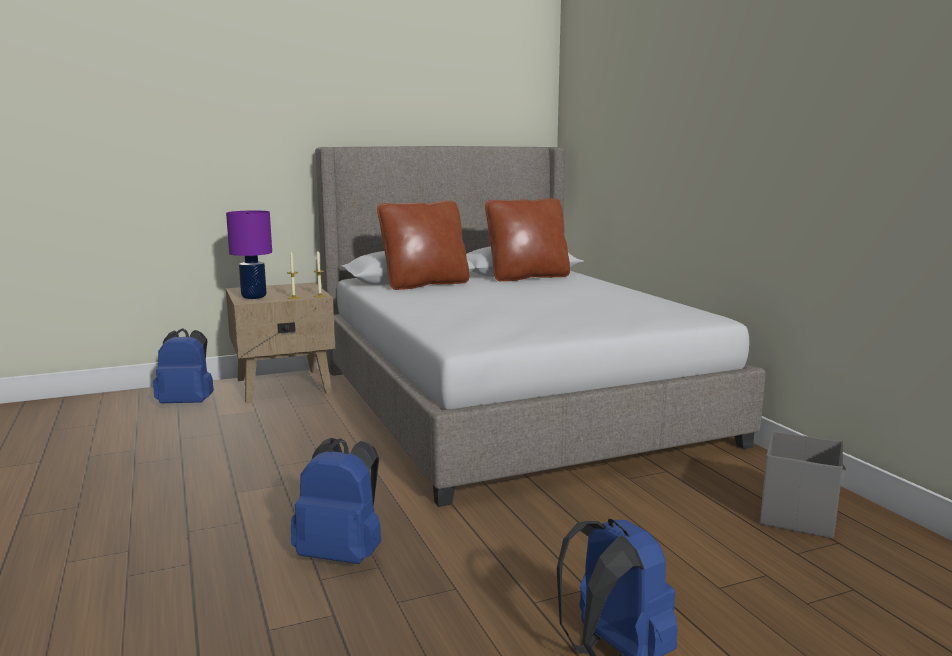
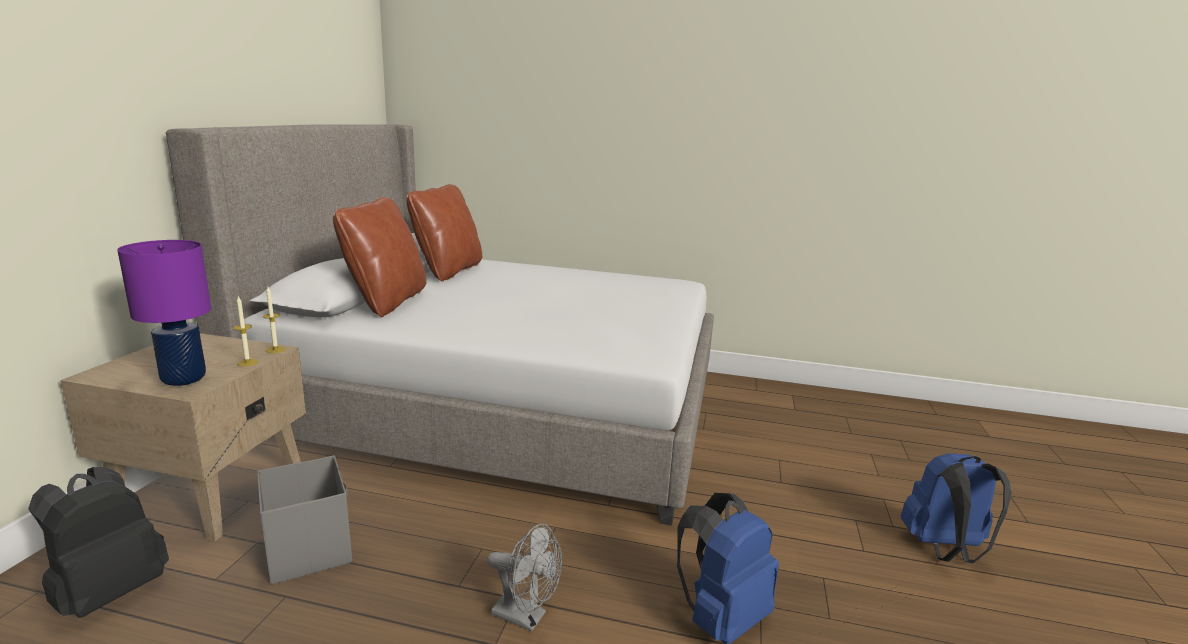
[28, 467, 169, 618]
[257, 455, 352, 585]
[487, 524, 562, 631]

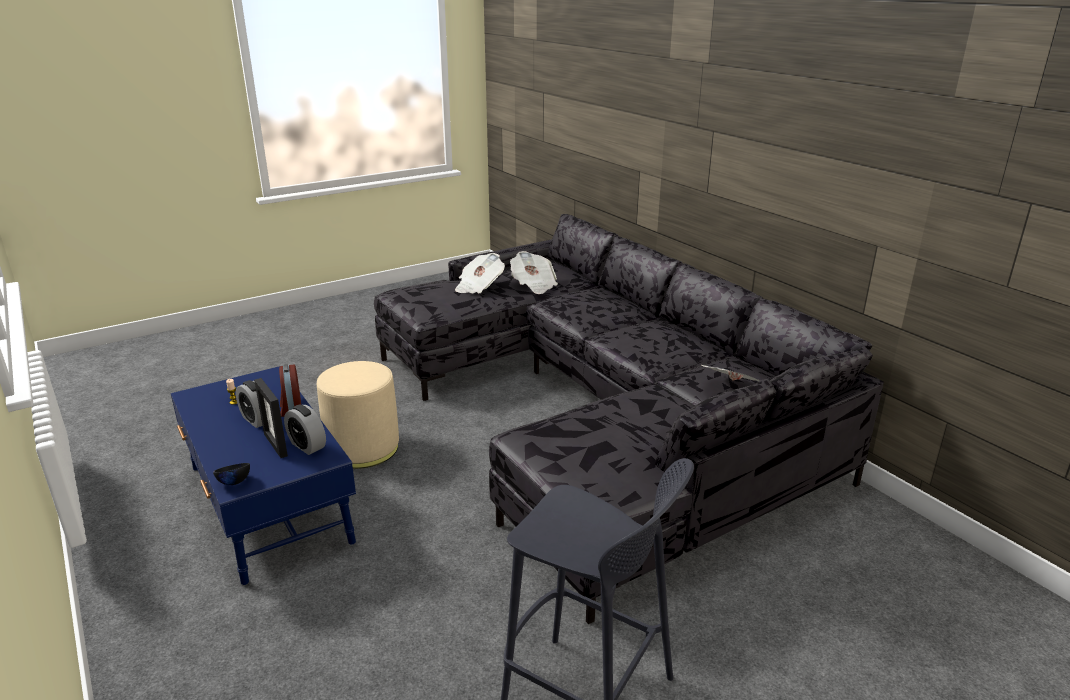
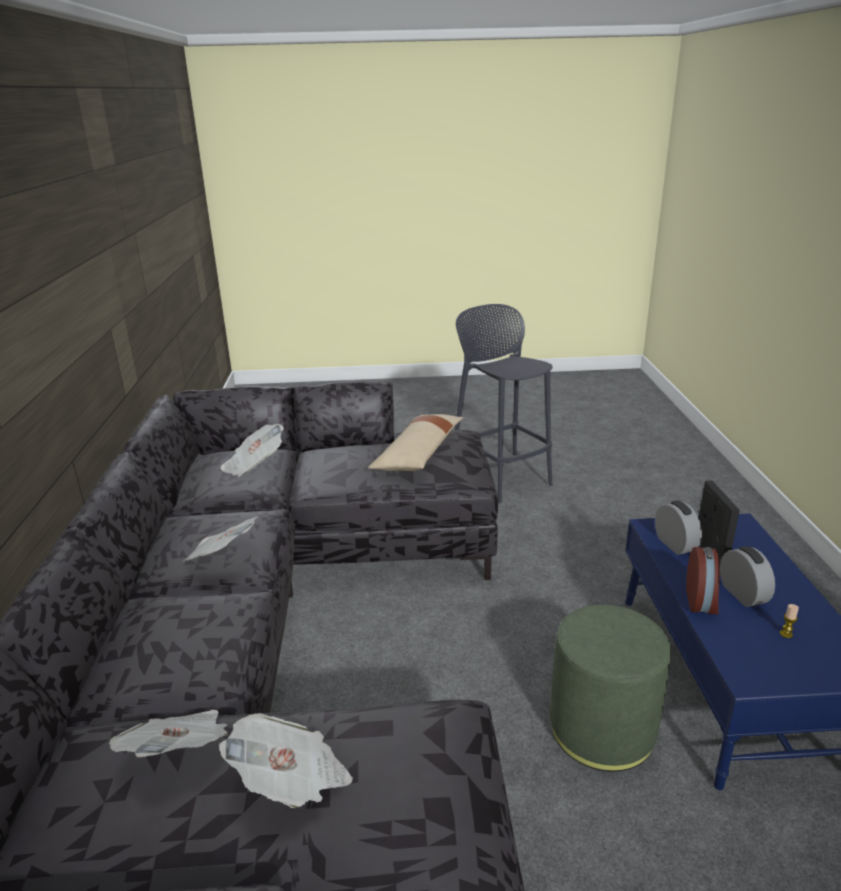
[182, 516, 259, 562]
[368, 414, 463, 471]
[550, 605, 671, 772]
[213, 463, 250, 485] (first image)

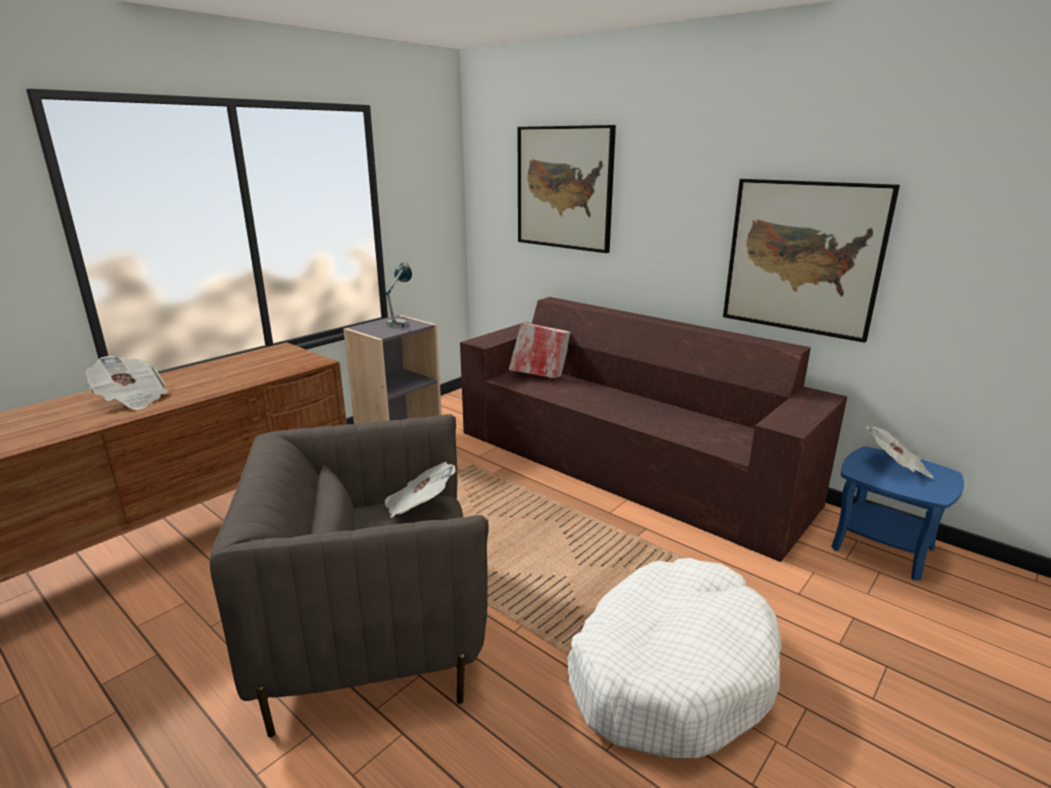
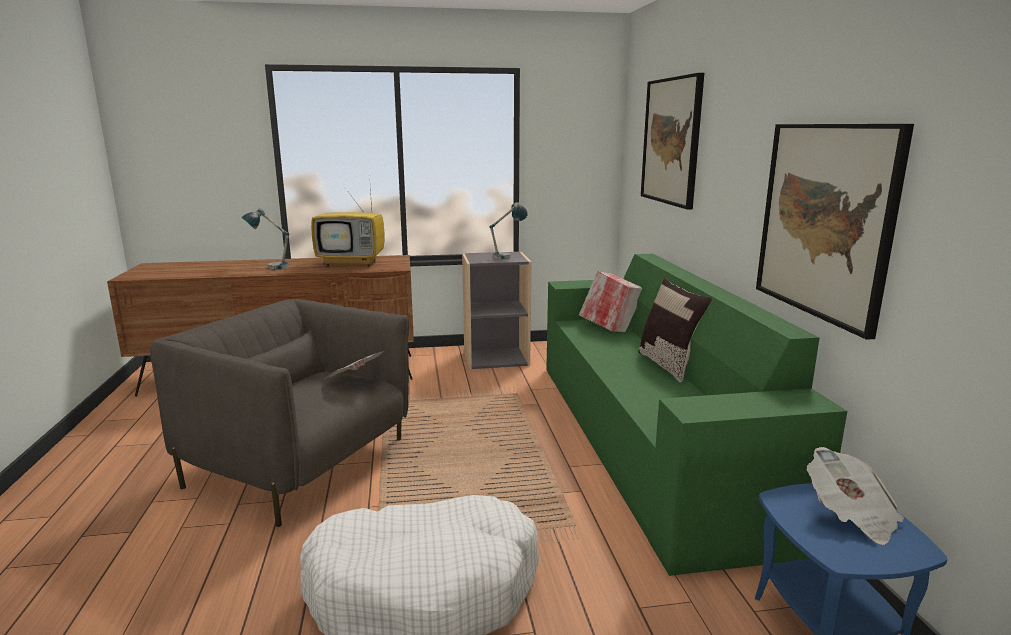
[242, 208, 289, 269]
[311, 188, 384, 266]
[546, 254, 847, 576]
[638, 278, 712, 382]

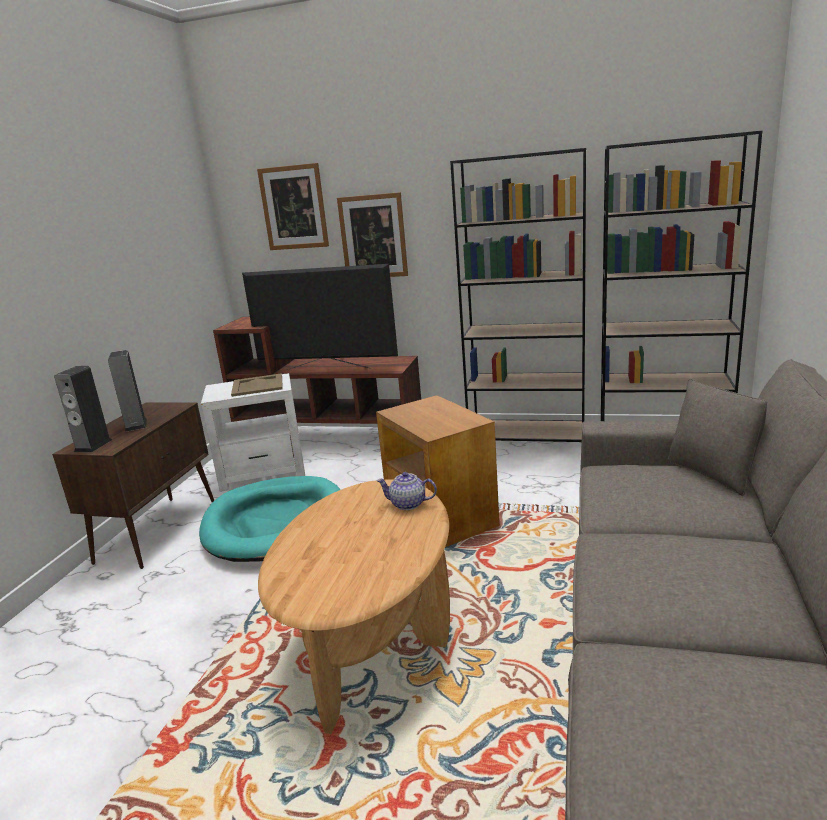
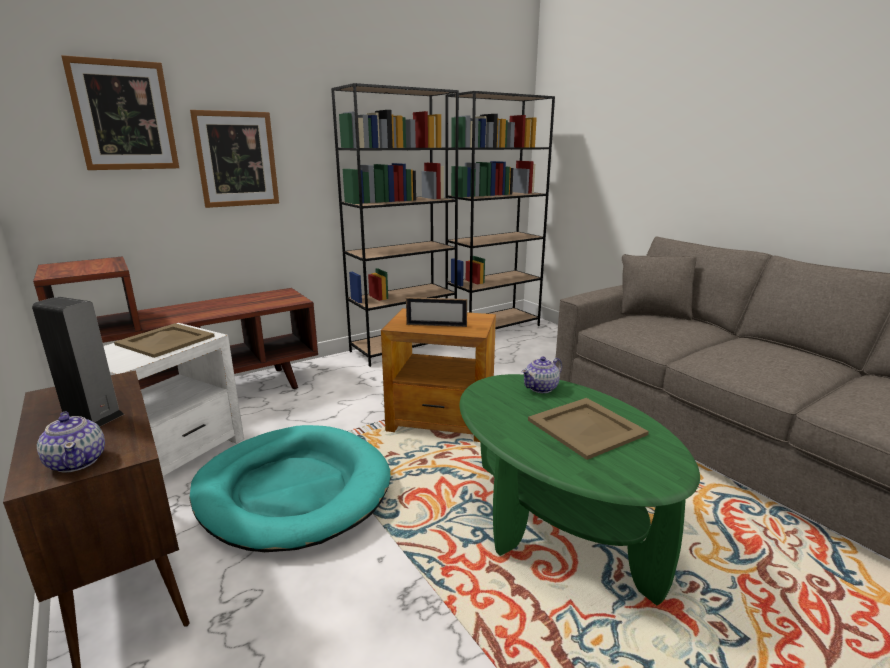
[37, 412, 105, 473]
[406, 297, 467, 327]
[460, 374, 700, 605]
[528, 398, 649, 460]
[242, 264, 398, 370] (first image)

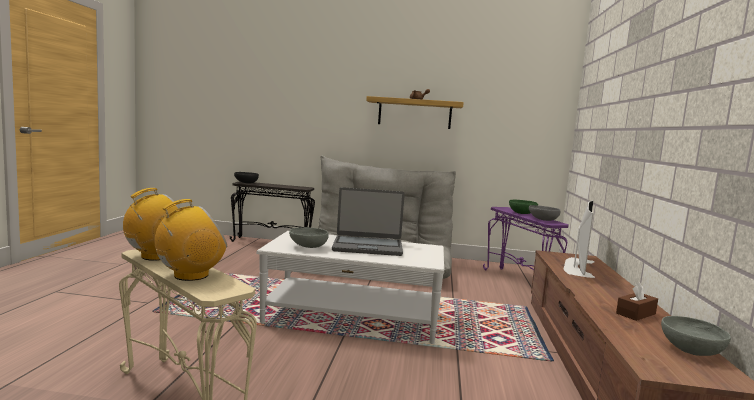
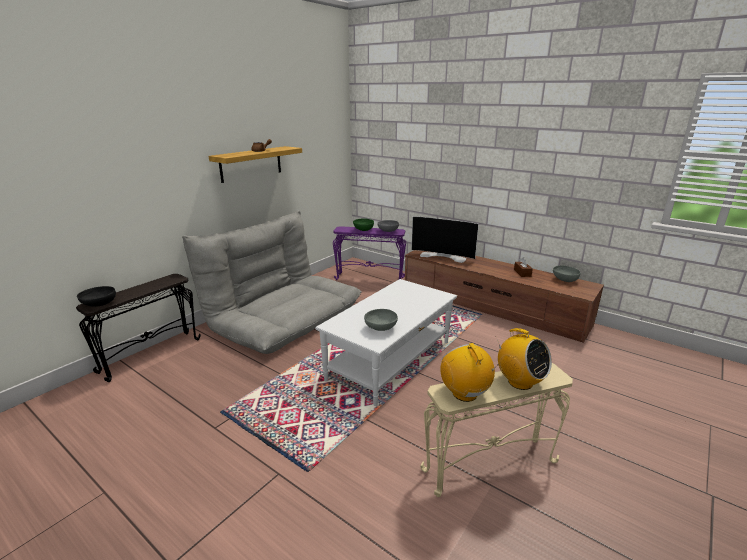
[411, 216, 479, 263]
[496, 328, 552, 390]
[332, 187, 405, 256] (first image)

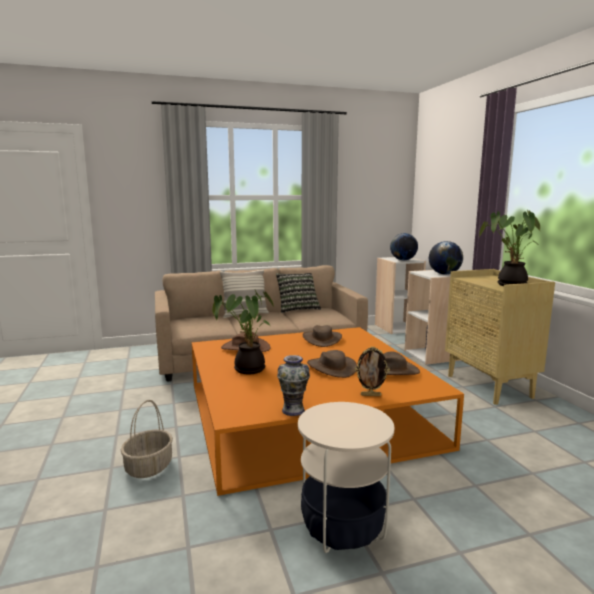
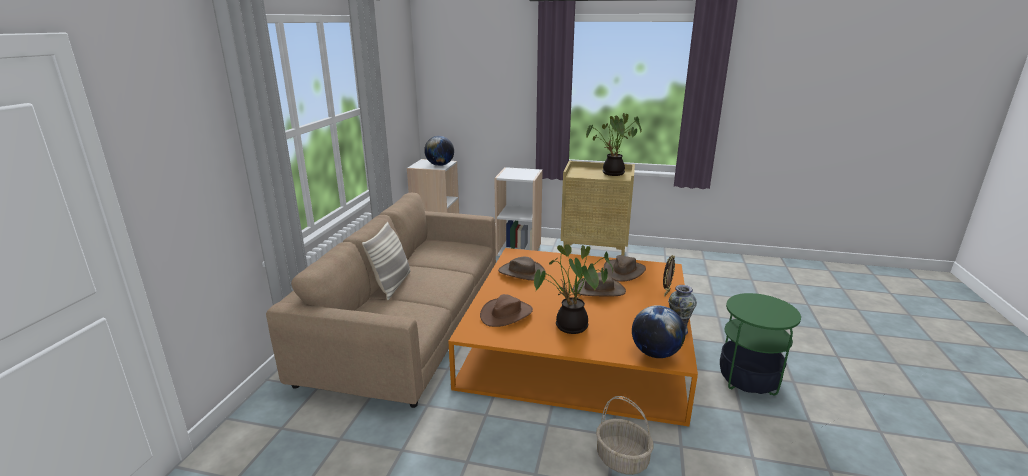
[632, 305, 686, 358]
[720, 293, 801, 395]
[276, 273, 321, 313] (first image)

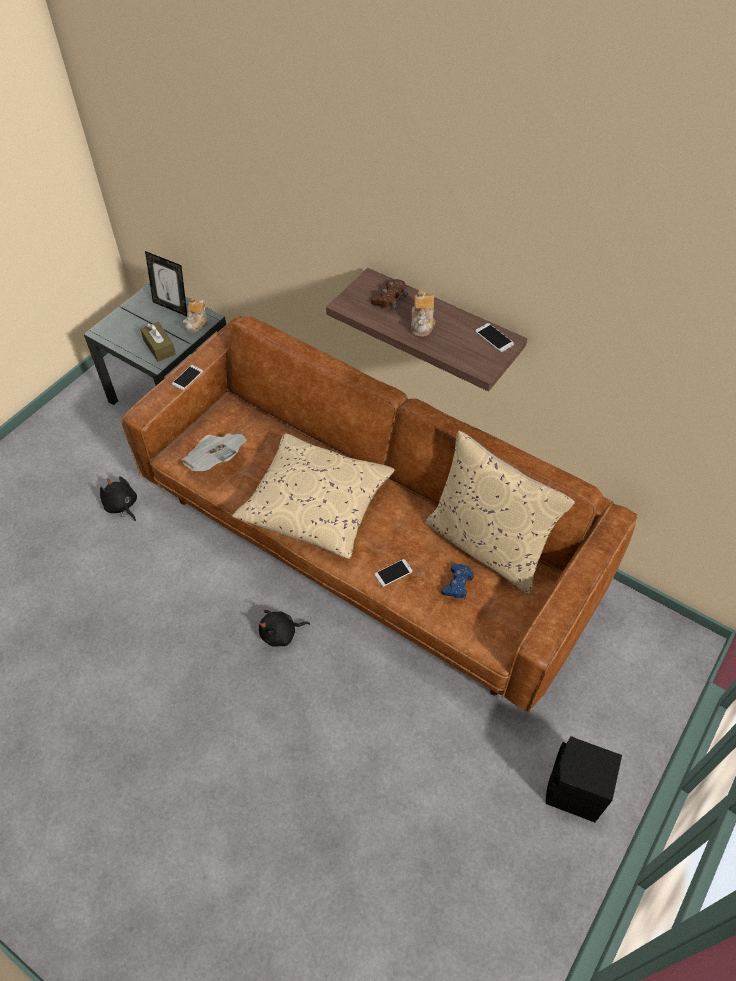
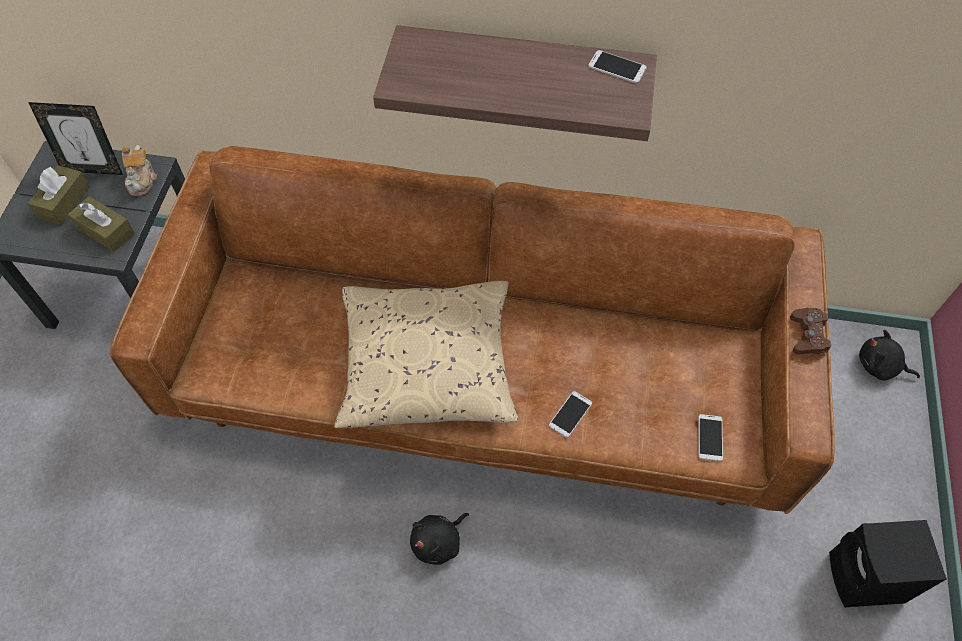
[28, 165, 90, 225]
[698, 414, 723, 462]
[790, 308, 831, 354]
[859, 330, 920, 381]
[181, 433, 247, 471] (first image)
[411, 290, 435, 337] (first image)
[425, 431, 575, 594] (first image)
[441, 564, 474, 599] (first image)

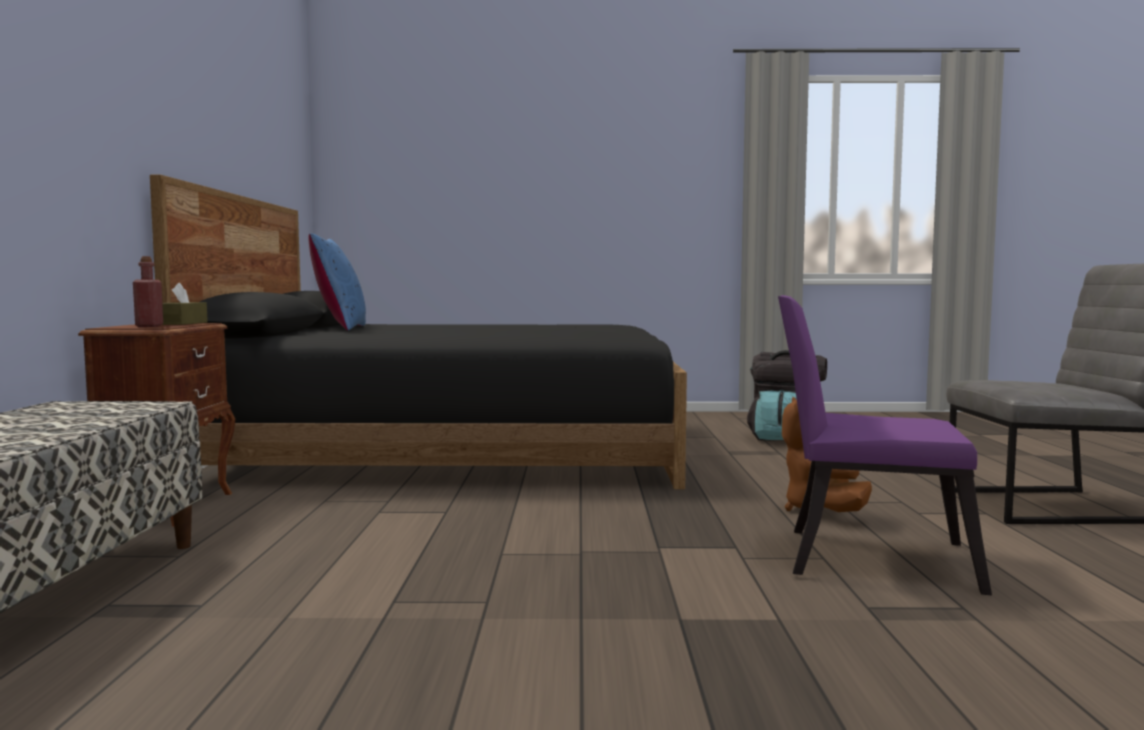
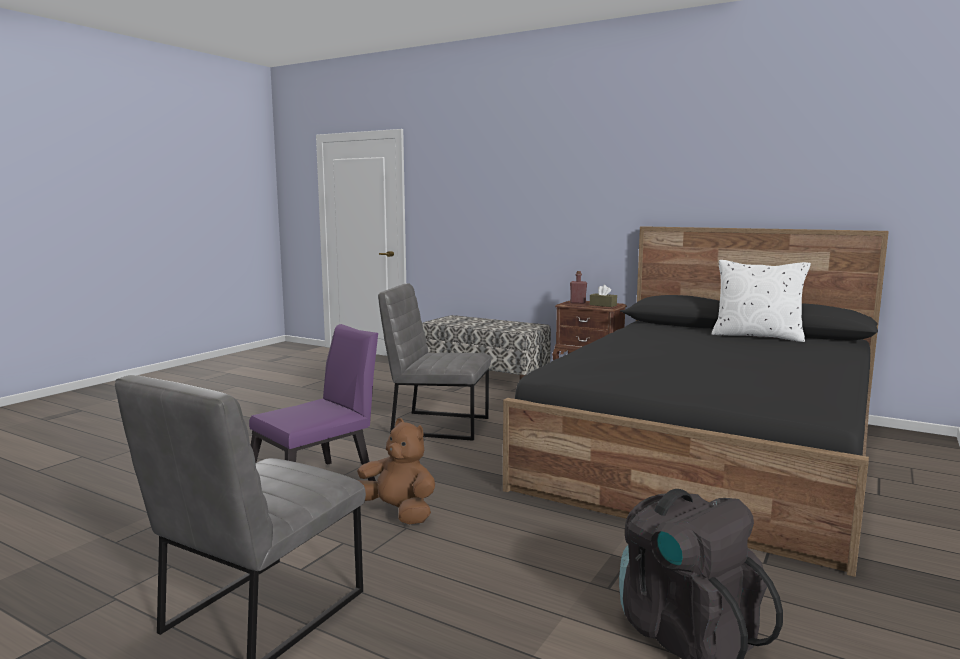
[378, 283, 491, 441]
[711, 260, 811, 342]

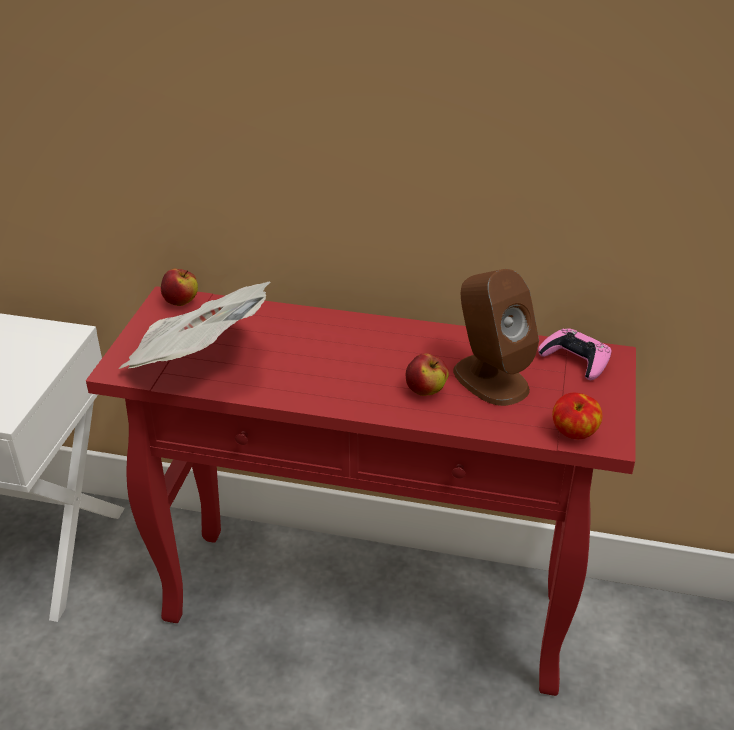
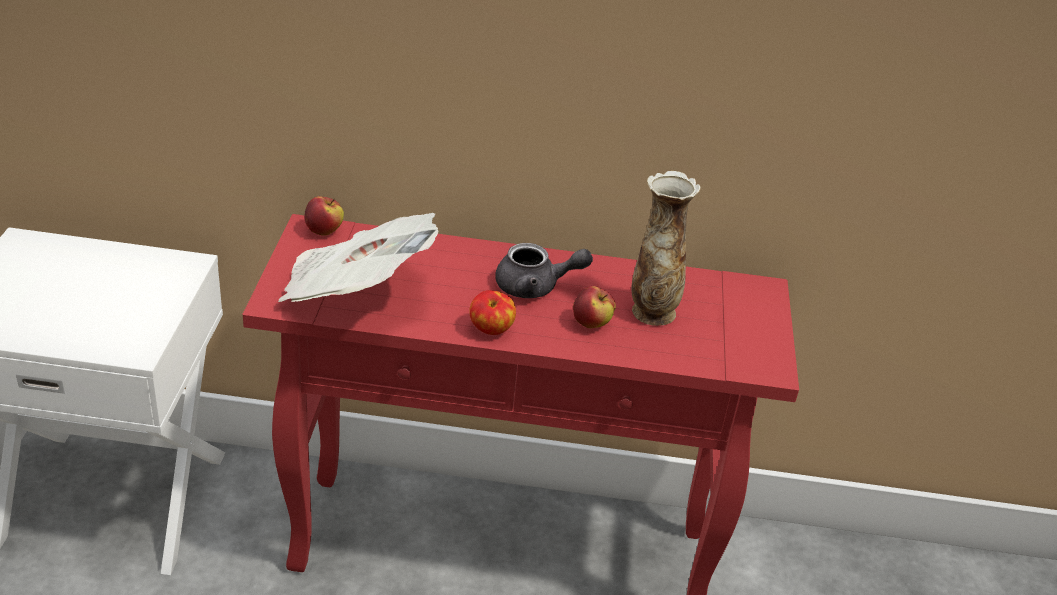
[469, 290, 516, 335]
[495, 243, 593, 298]
[631, 171, 700, 326]
[538, 328, 612, 380] (first image)

